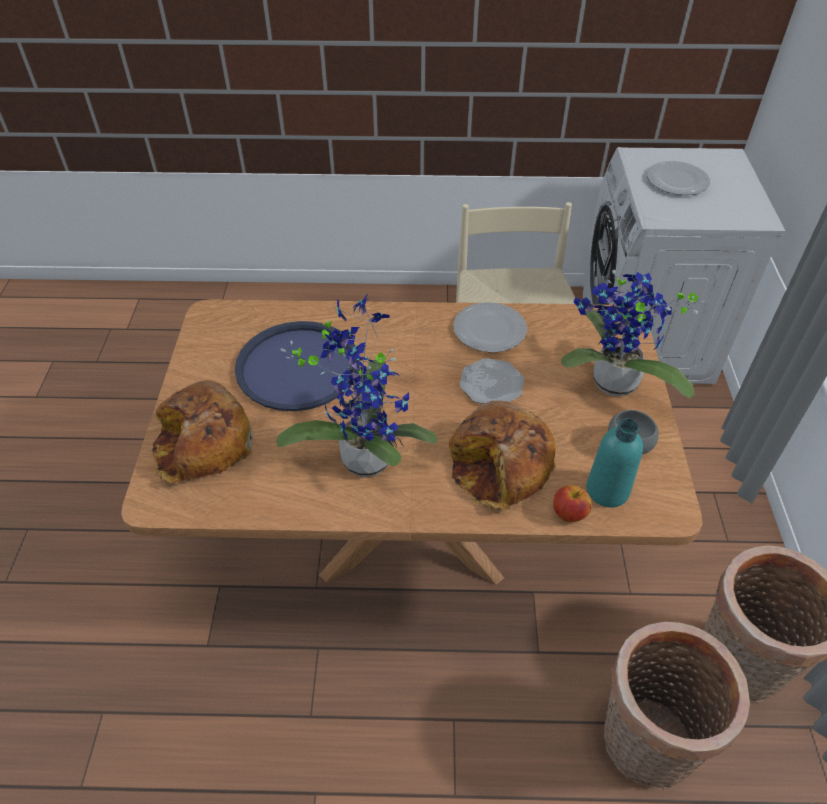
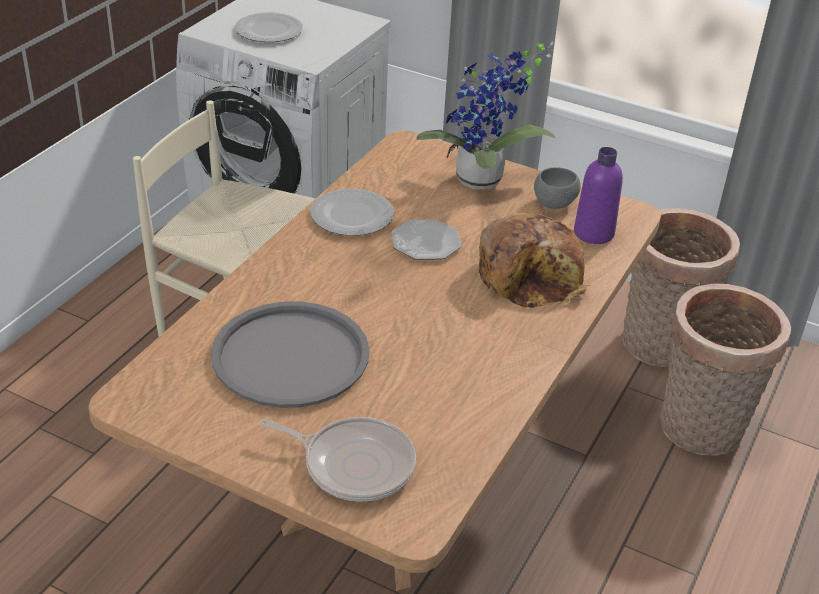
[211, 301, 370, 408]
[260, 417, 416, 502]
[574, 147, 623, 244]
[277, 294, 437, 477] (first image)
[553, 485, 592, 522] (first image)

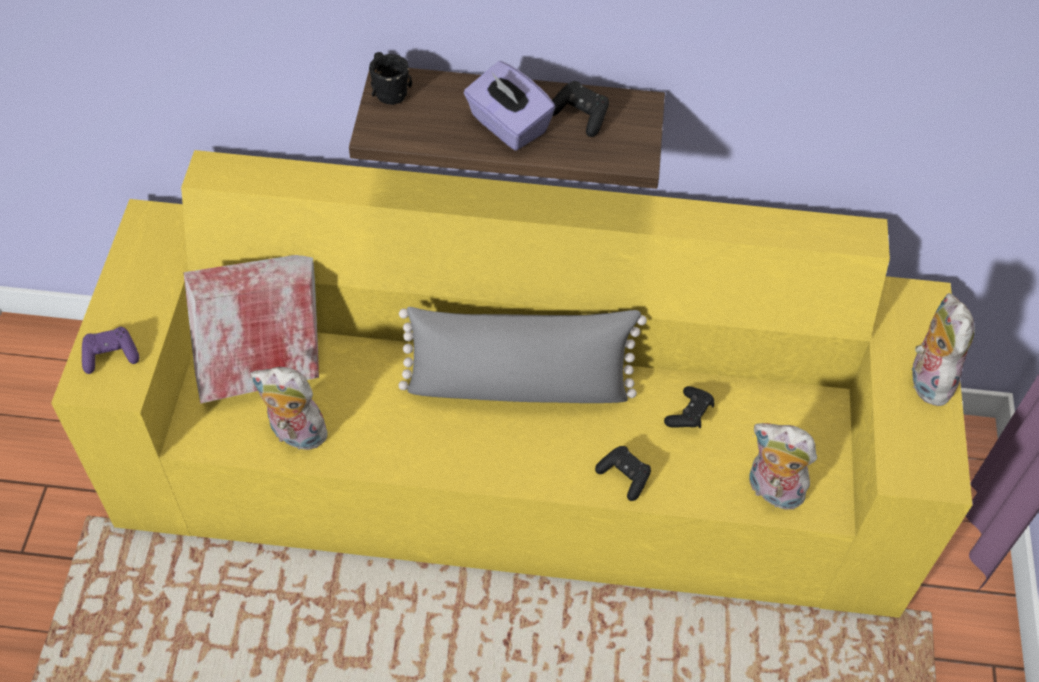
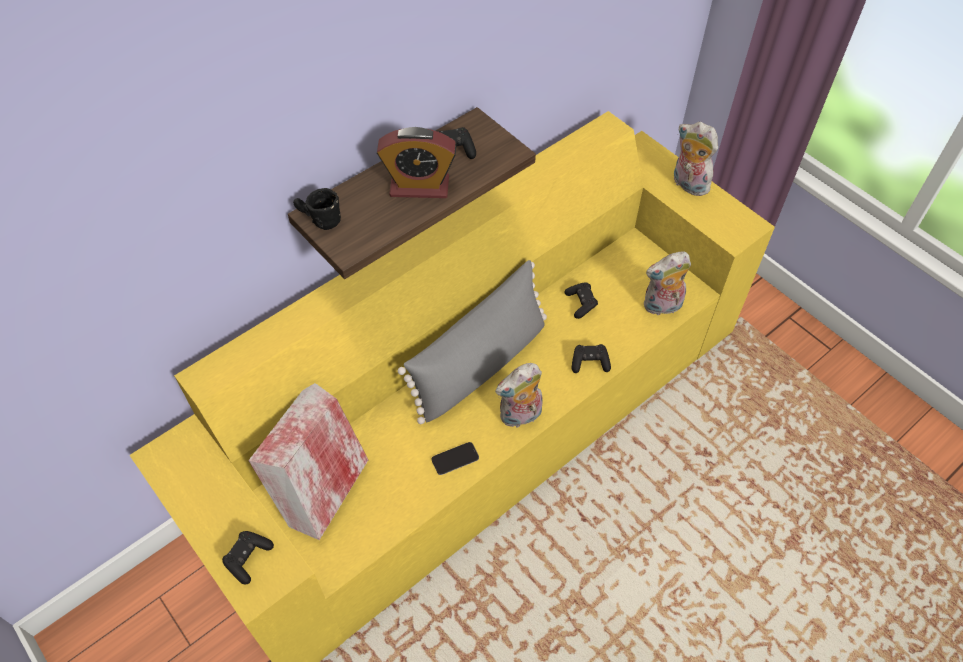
[222, 531, 274, 585]
[377, 127, 456, 198]
[431, 442, 479, 475]
[495, 363, 543, 427]

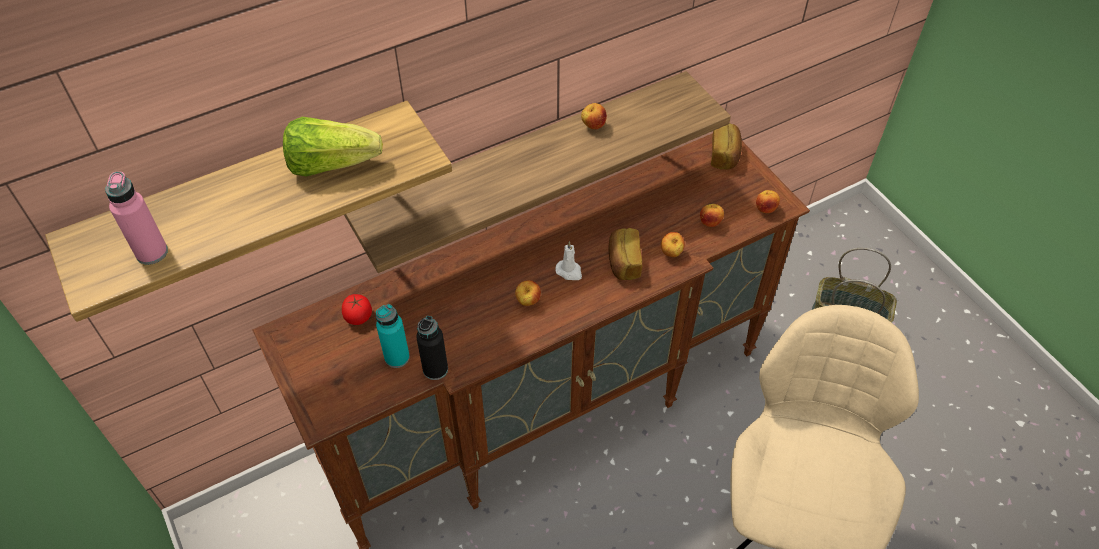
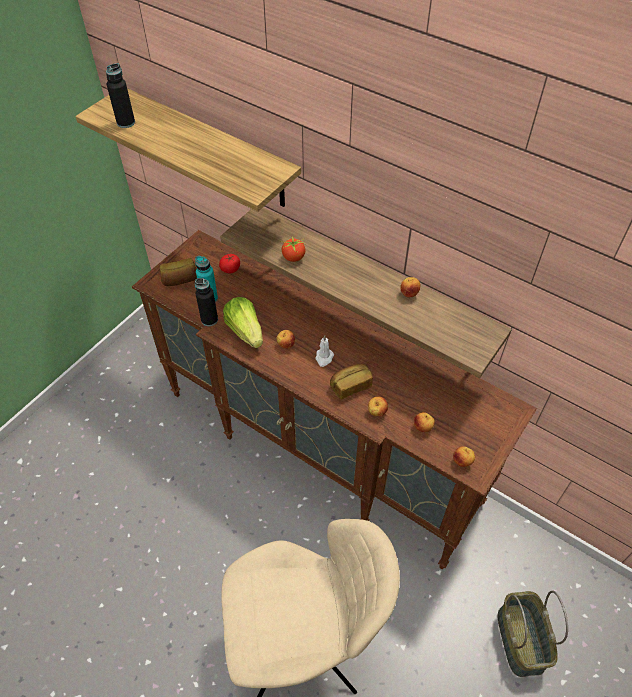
[106, 63, 135, 128]
[160, 258, 197, 286]
[223, 297, 263, 348]
[280, 237, 306, 262]

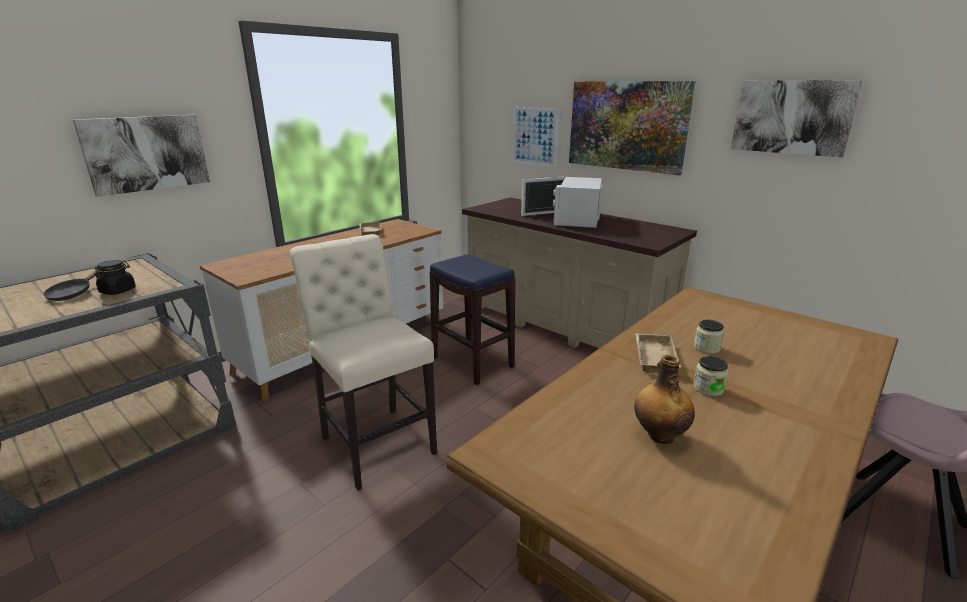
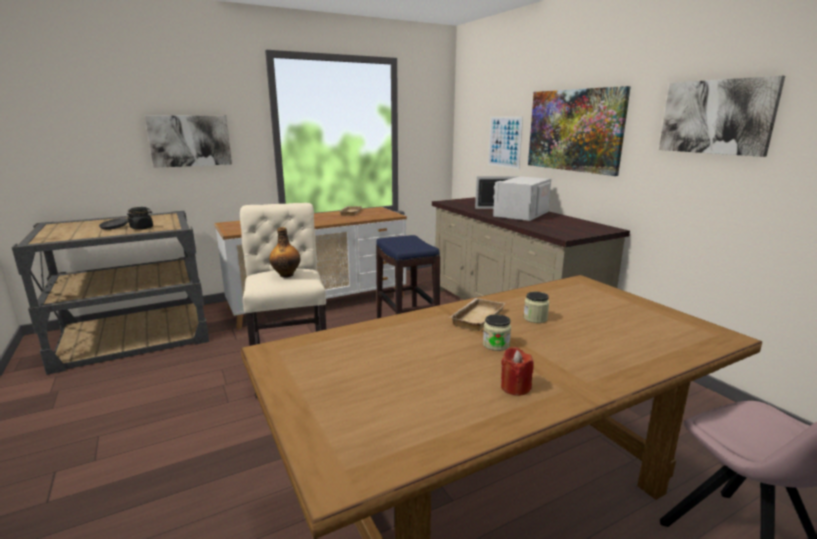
[269, 227, 300, 278]
[501, 347, 534, 396]

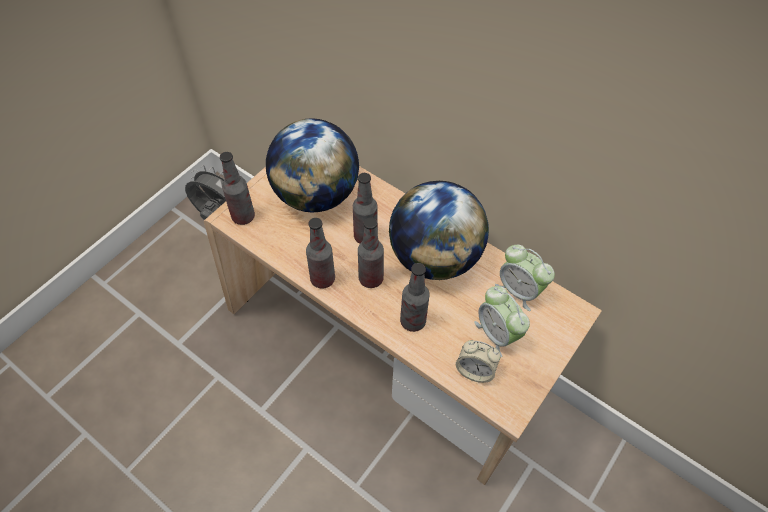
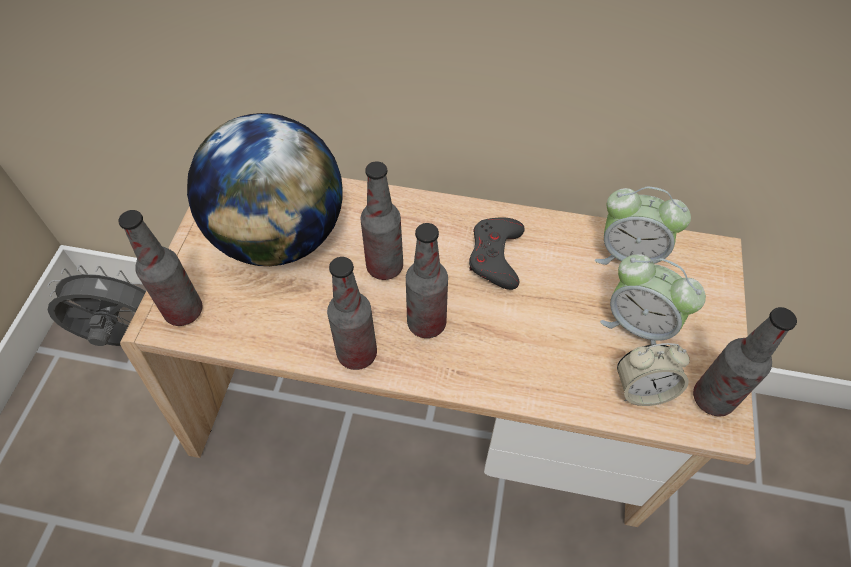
[469, 218, 525, 290]
[693, 307, 797, 416]

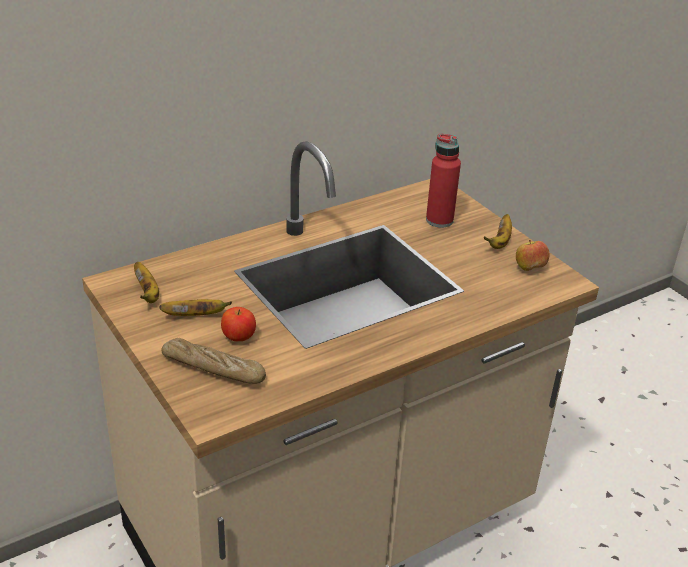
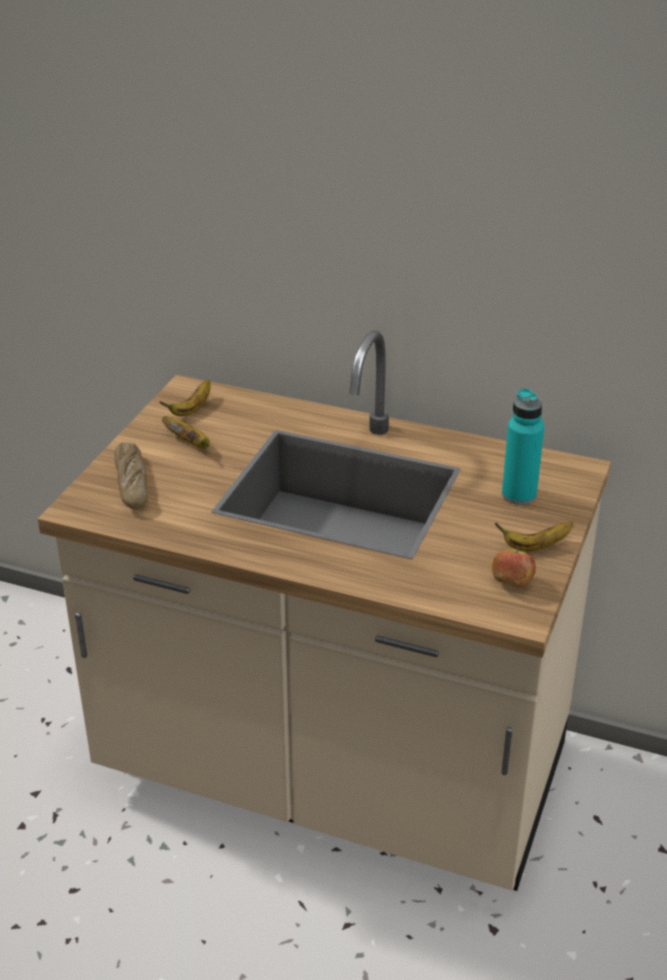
[502, 388, 544, 505]
[221, 307, 256, 341] (first image)

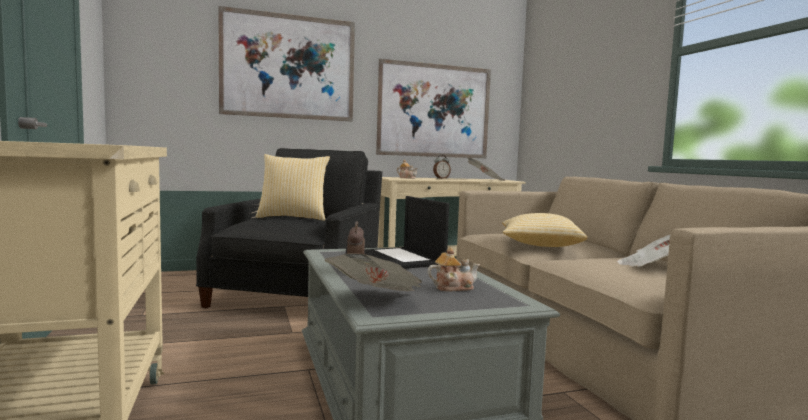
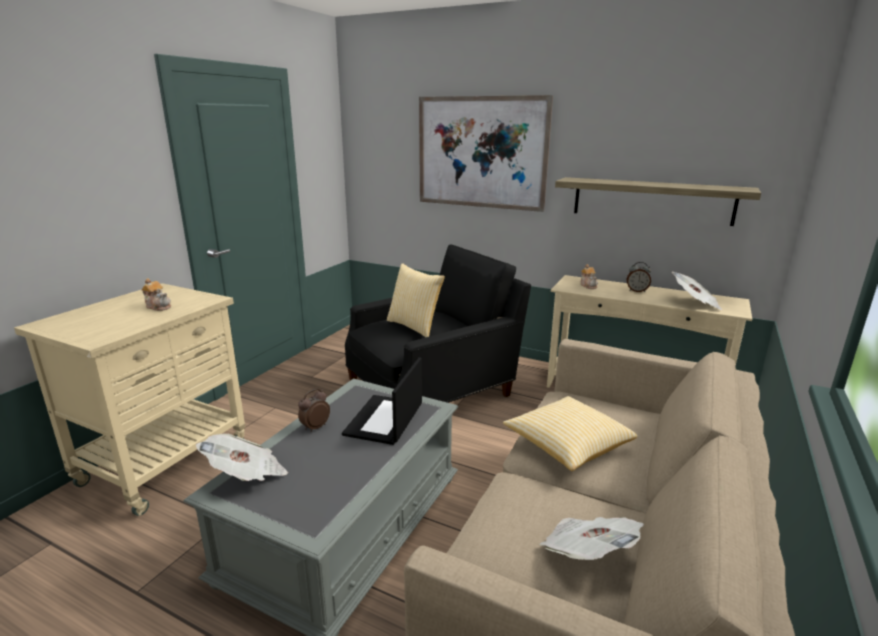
[141, 278, 171, 311]
[555, 177, 761, 226]

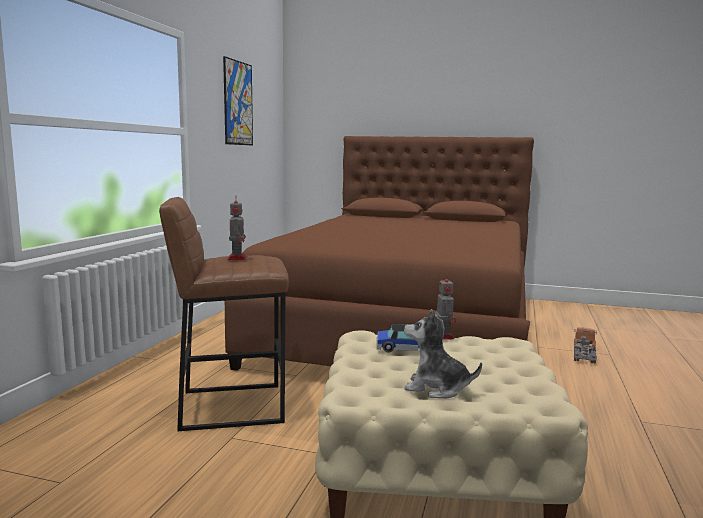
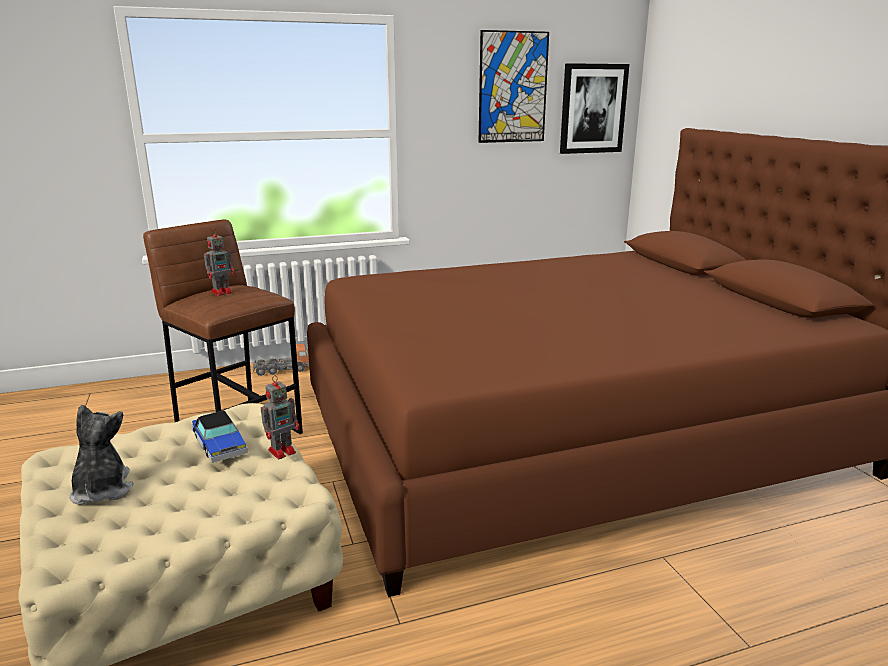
[253, 344, 309, 376]
[560, 63, 629, 154]

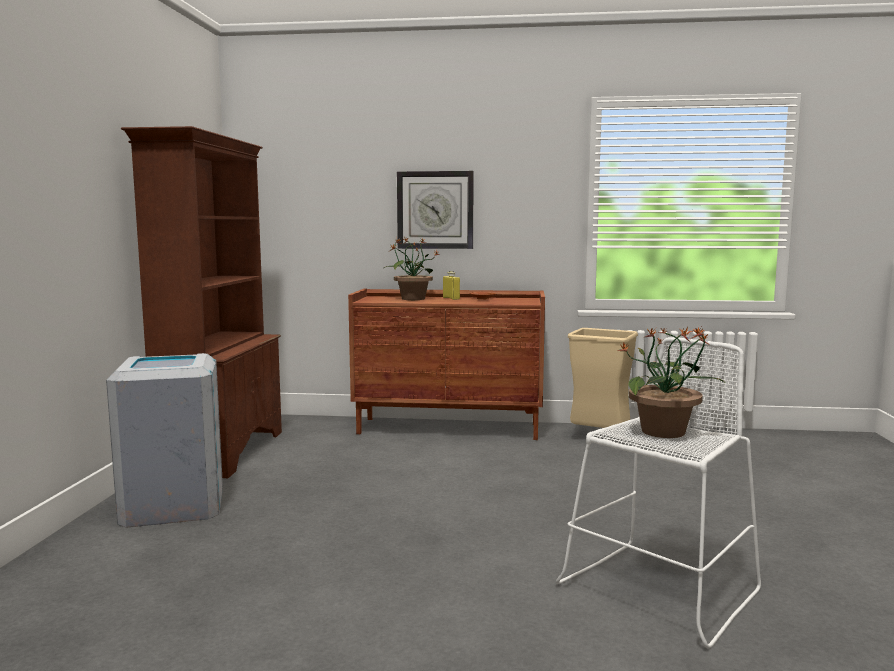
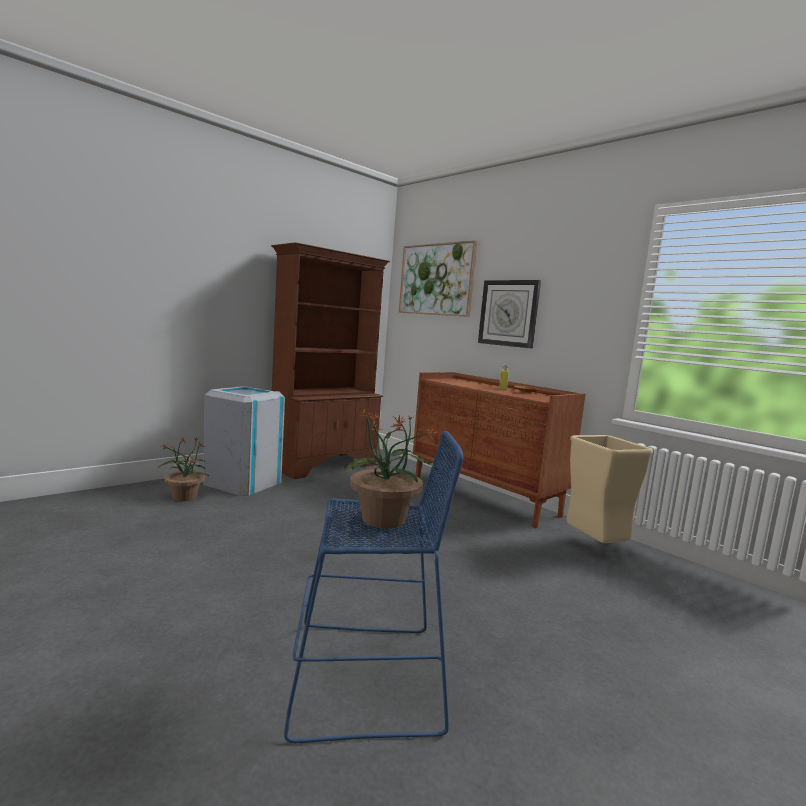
[158, 437, 209, 501]
[284, 431, 463, 743]
[399, 240, 477, 317]

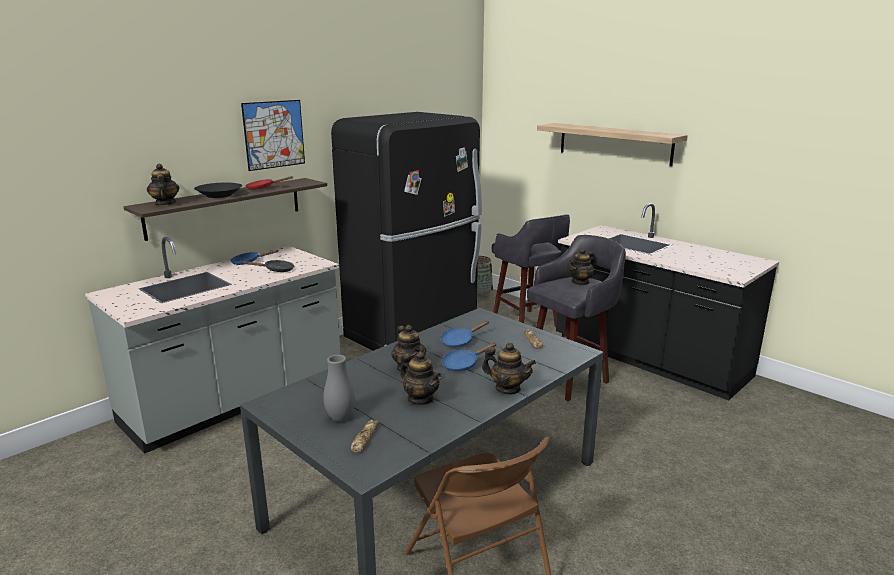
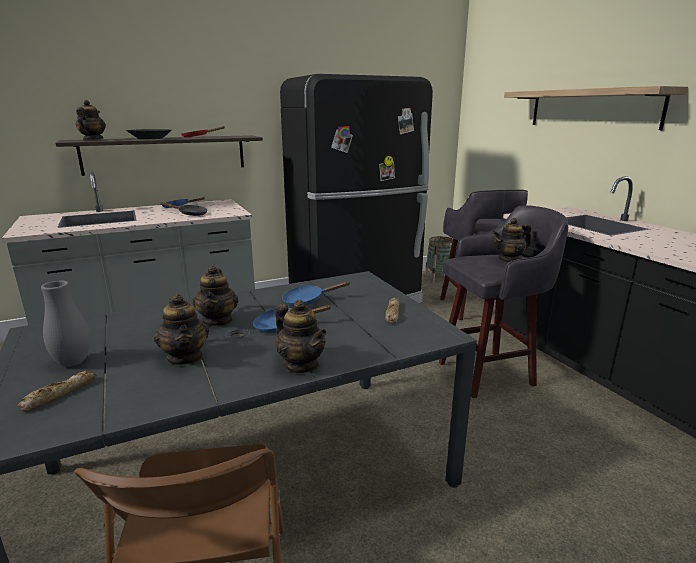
[241, 100, 305, 171] (first image)

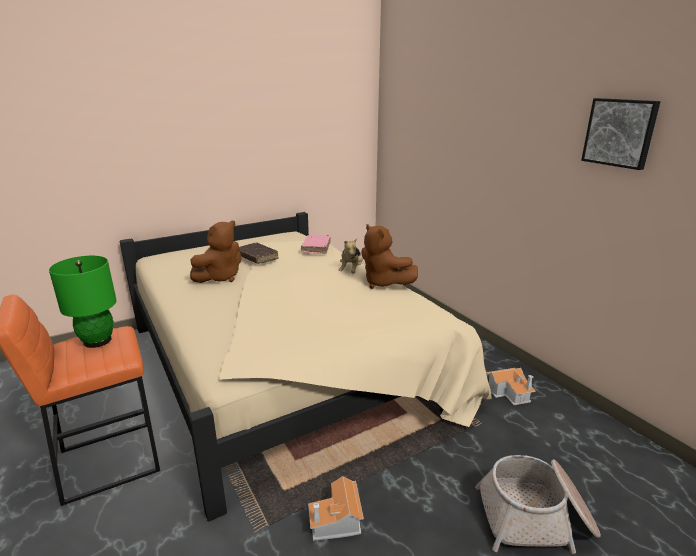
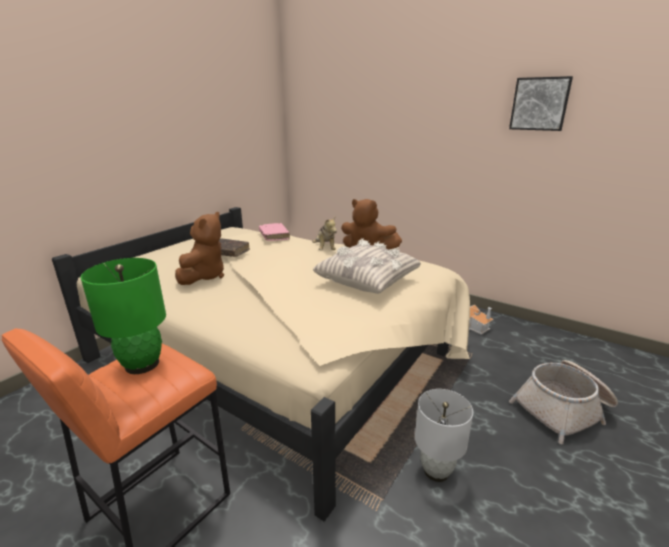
[313, 238, 421, 294]
[415, 389, 473, 482]

